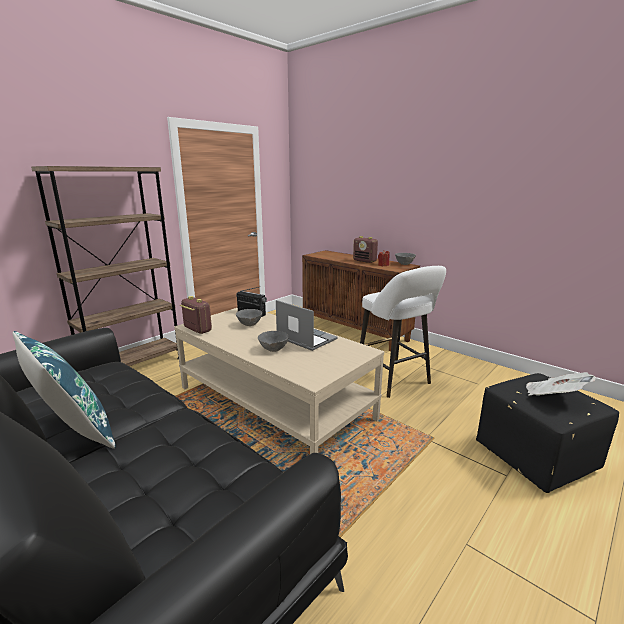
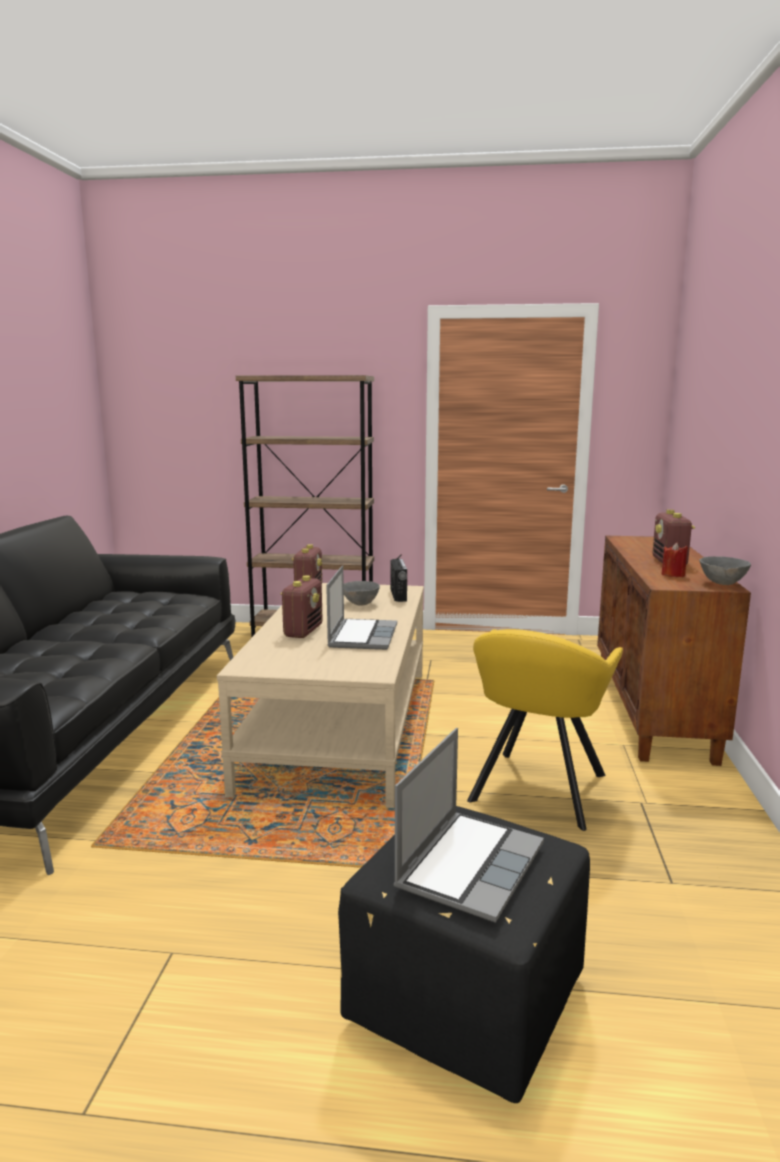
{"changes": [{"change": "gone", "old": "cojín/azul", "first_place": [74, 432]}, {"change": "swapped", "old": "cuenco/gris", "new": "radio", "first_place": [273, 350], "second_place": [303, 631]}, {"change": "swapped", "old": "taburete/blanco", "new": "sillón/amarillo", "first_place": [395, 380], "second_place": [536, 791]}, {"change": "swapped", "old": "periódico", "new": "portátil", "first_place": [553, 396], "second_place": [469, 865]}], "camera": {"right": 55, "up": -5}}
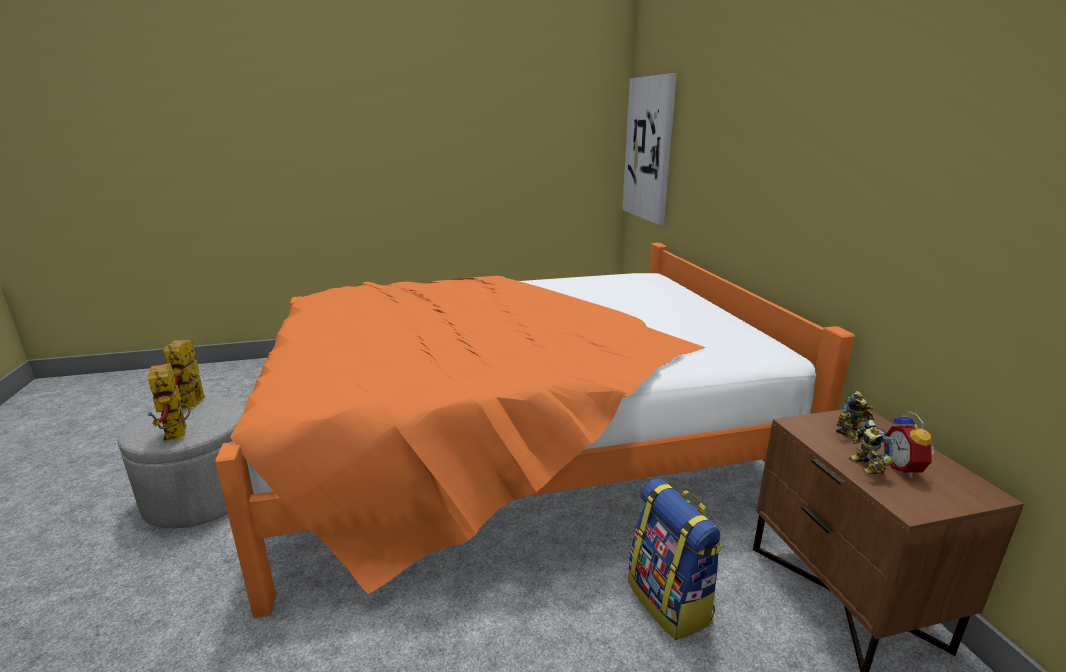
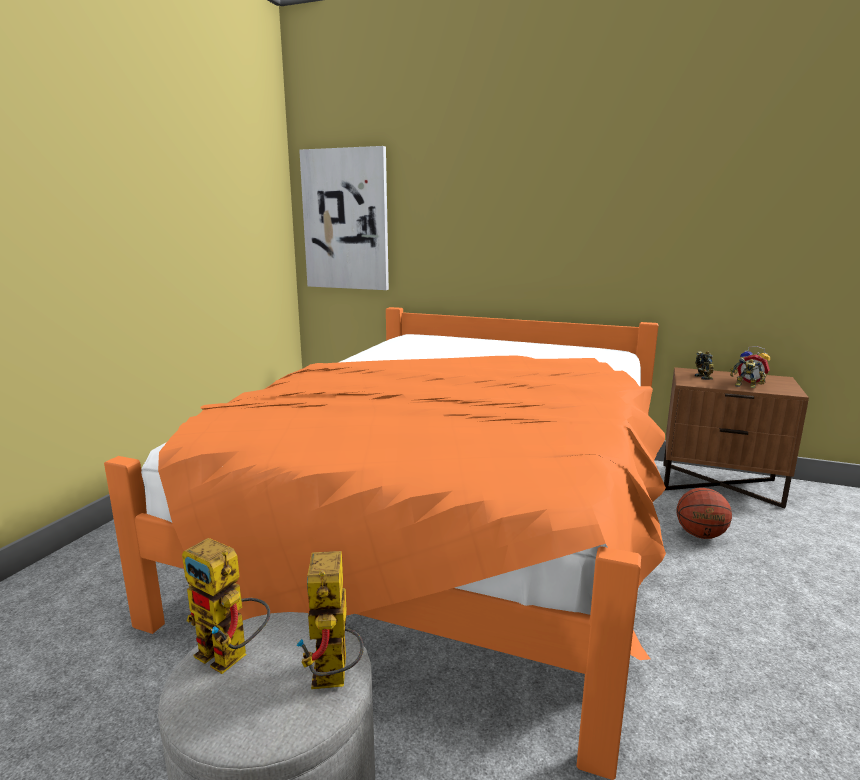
{"changes": [{"change": "rotated", "old": "robot de juguete", "first_place": [178, 436], "second_place": [334, 679], "degrees": 75}, {"change": "swapped", "old": "mochila", "new": "balón de baloncesto", "first_place": [670, 601], "second_place": [700, 535]}], "camera": {"right": -55, "up": -5}}
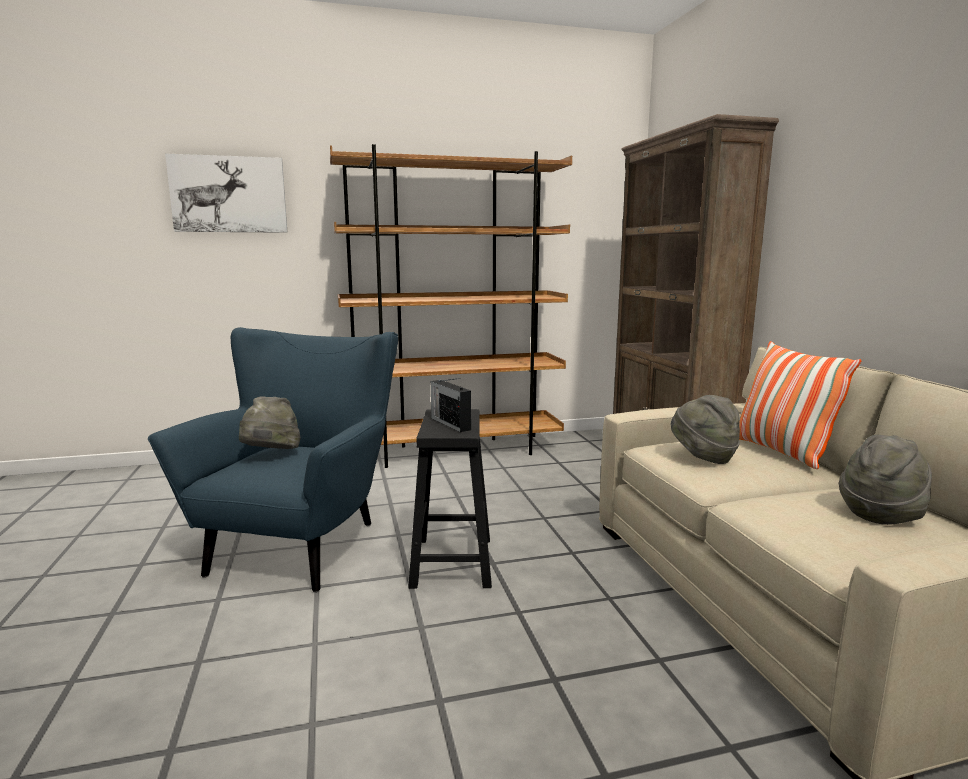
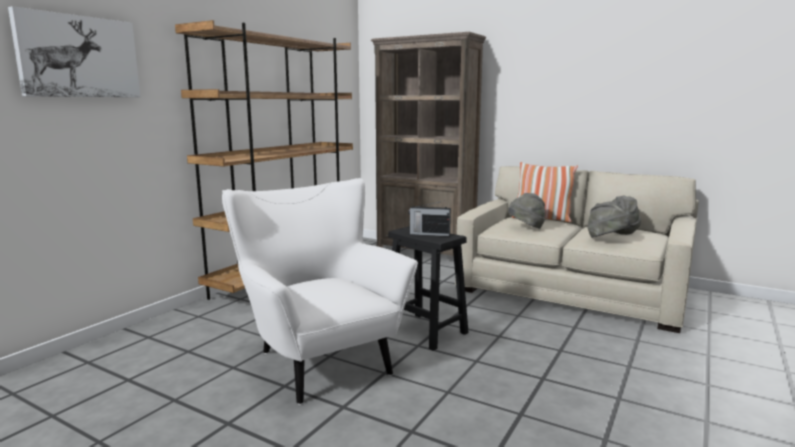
{"changes": [{"change": "repainted", "old": "sillón/azul", "new": "sillón/blanco", "first_place": [304, 542], "second_place": [318, 359]}, {"change": "shifted", "old": "sombrero/gris", "first_place": [271, 455], "second_place": [606, 239]}], "camera": {"right": -45, "up": 0}}
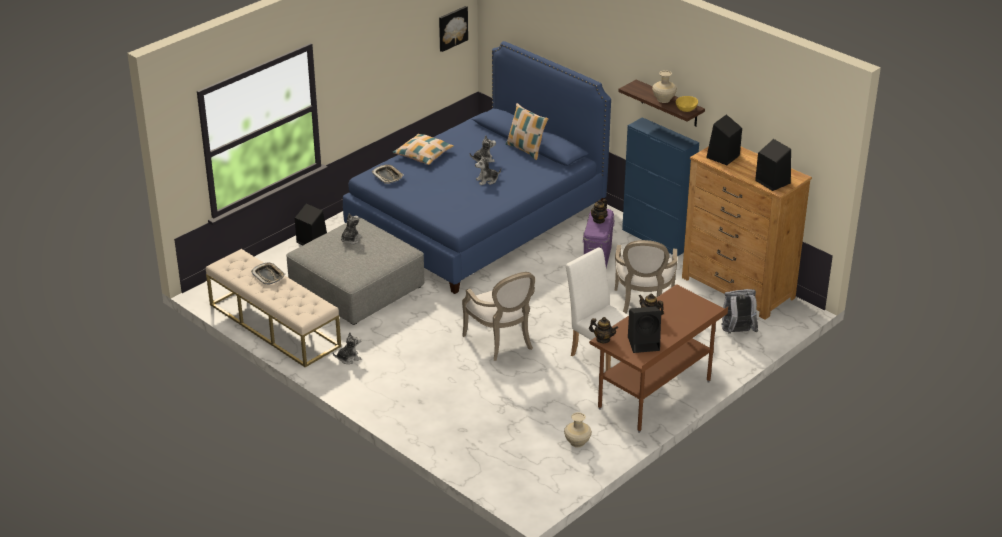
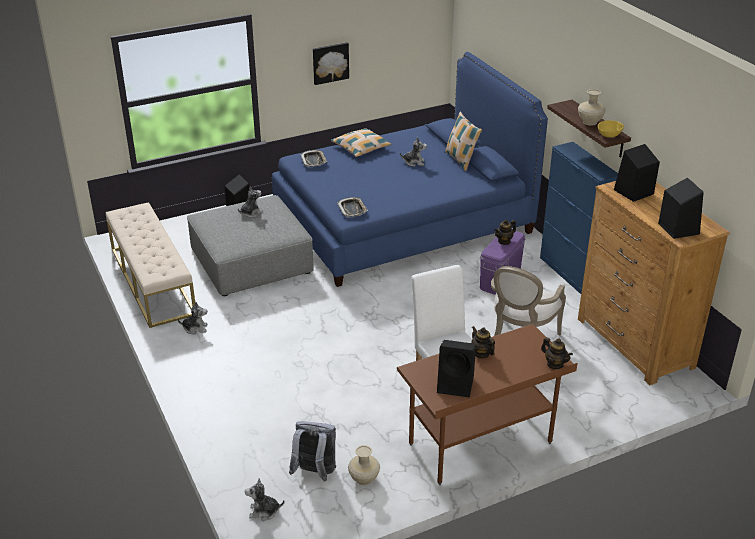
{"changes": [{"change": "shifted", "old": "bandeja", "first_place": [268, 276], "second_place": [352, 209]}, {"change": "shifted", "old": "cuadro", "first_place": [452, 28], "second_place": [330, 63]}, {"change": "gone", "old": "sillón", "first_place": [502, 342]}, {"change": "shifted", "old": "peluche", "first_place": [487, 180], "second_place": [264, 511]}, {"change": "shifted", "old": "tetera", "first_place": [603, 339], "second_place": [555, 364]}, {"change": "shifted", "old": "mochila/gris", "first_place": [737, 332], "second_place": [315, 473]}], "camera": {"right": 20, "up": 0}}
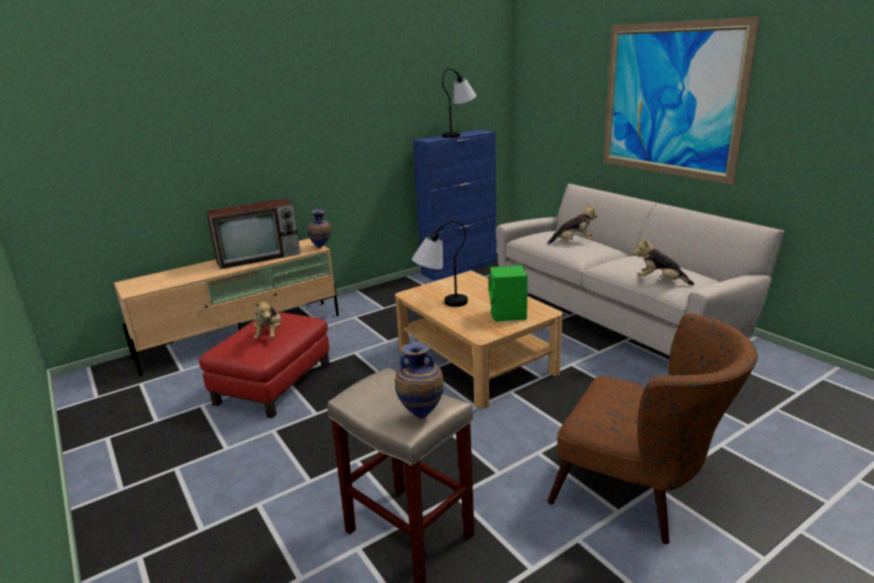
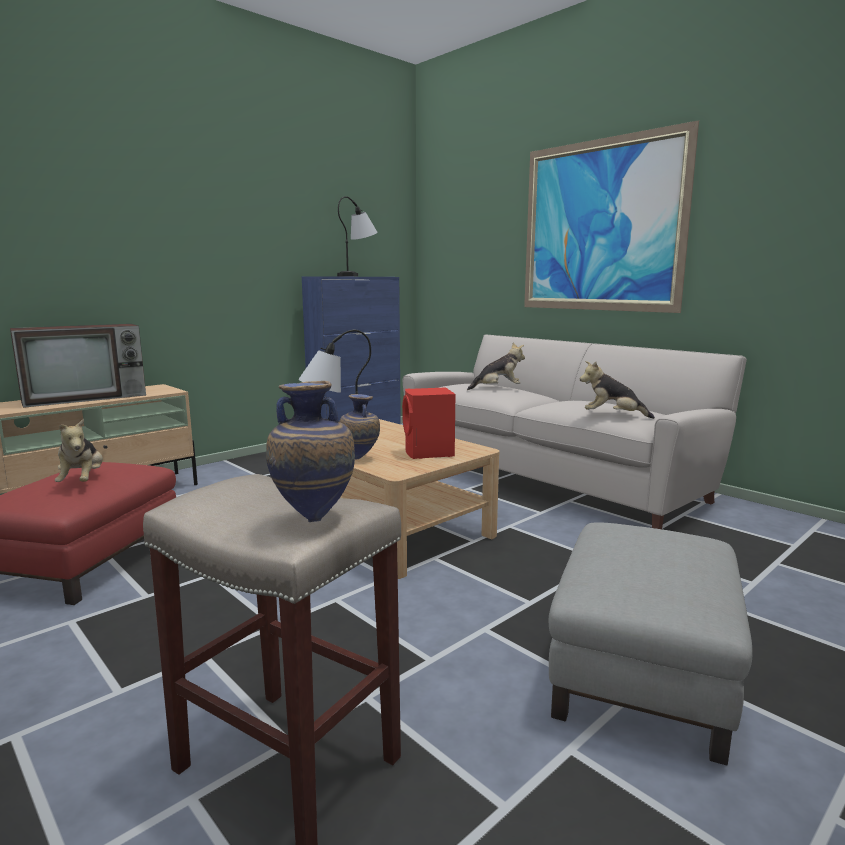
{"changes": [{"change": "shifted", "old": "florero", "first_place": [321, 247], "second_place": [360, 458]}, {"change": "repainted", "old": "altavoz/verde", "new": "altavoz/rojo", "first_place": [508, 315], "second_place": [429, 453]}, {"change": "swapped", "old": "sillón/marrón", "new": "puf/gris", "first_place": [640, 491], "second_place": [643, 672]}], "camera": {"right": -10, "up": -10}}
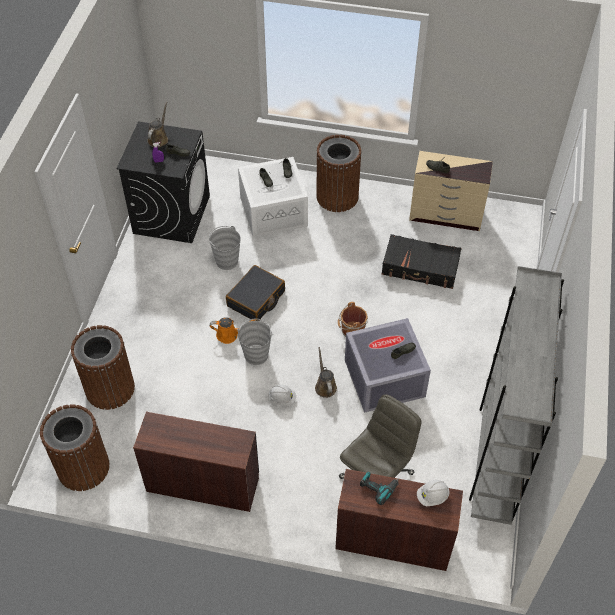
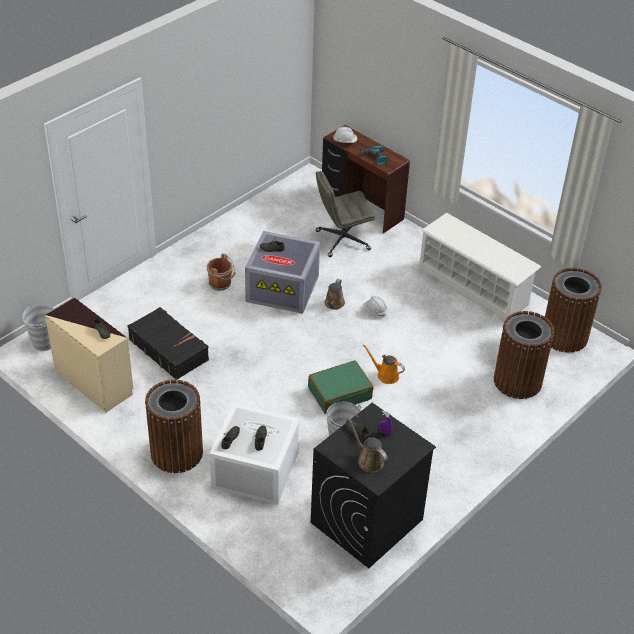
{"changes": [{"change": "swapped", "old": "escritorio/marrón", "new": "zapatero/blanco", "first_place": [203, 483], "second_place": [473, 288]}, {"change": "rotated", "old": "regadera/marrón", "first_place": [158, 139], "second_place": [368, 460], "degrees": 90}, {"change": "repainted", "old": "maleta/negro", "new": "maleta/verde", "first_place": [256, 299], "second_place": [339, 393]}, {"change": "shifted", "old": "cubo/gris", "first_place": [256, 355], "second_place": [44, 342]}, {"change": "shifted", "old": "cubo/marrón", "first_place": [351, 331], "second_place": [221, 284]}, {"change": "gone", "old": "estantería/gris", "first_place": [496, 457]}], "camera": {"right": -150, "up": -10}}
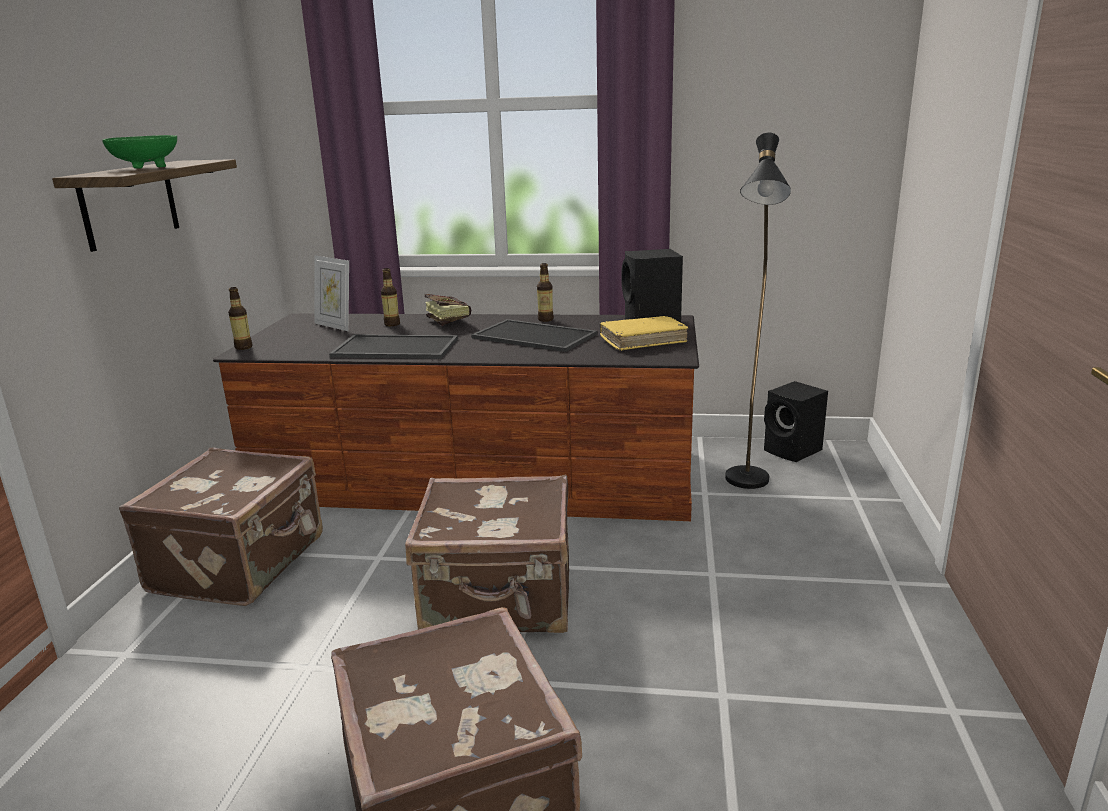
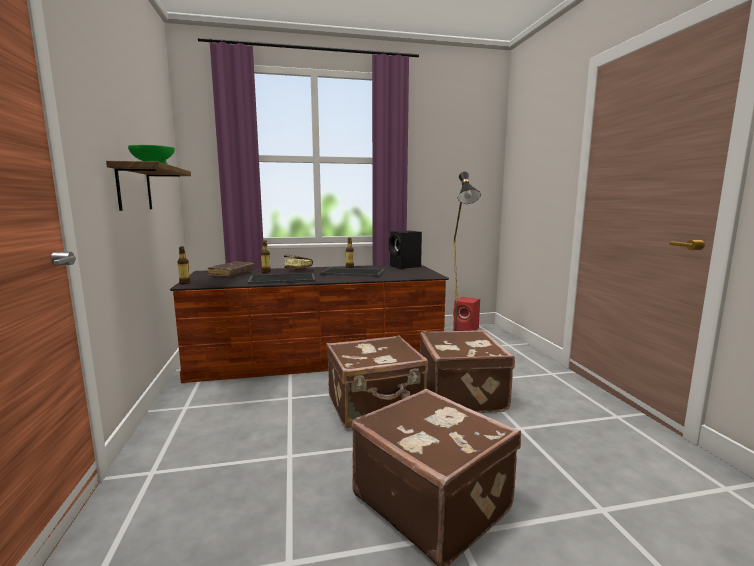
{"changes": [{"change": "shifted", "old": "maleta/marrón", "first_place": [241, 564], "second_place": [462, 394]}, {"change": "swapped", "old": "portarretratos", "new": "libro/marrón", "first_place": [335, 326], "second_place": [232, 273]}, {"change": "gone", "old": "libro/amarillo", "first_place": [643, 341]}, {"change": "repainted", "old": "altavoz/negro", "new": "altavoz/rojo", "first_place": [794, 451], "second_place": [466, 330]}], "camera": {"right": -20, "up": -10}}
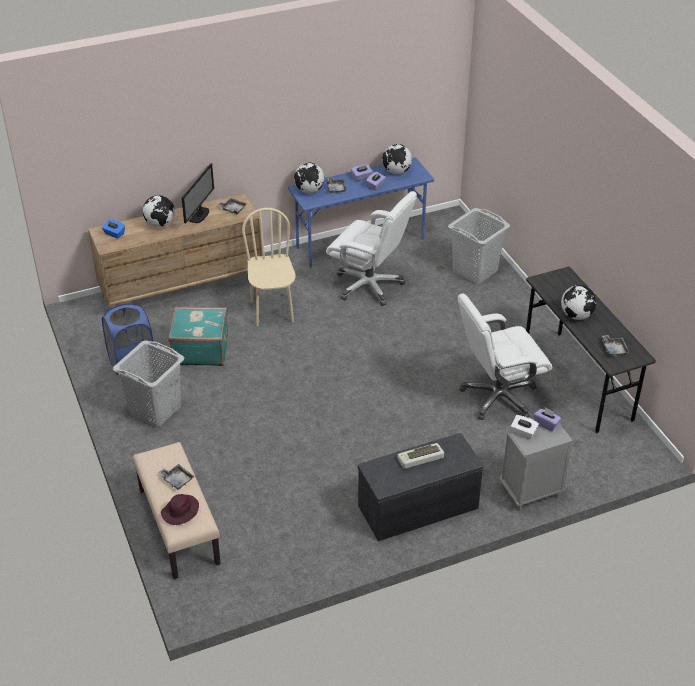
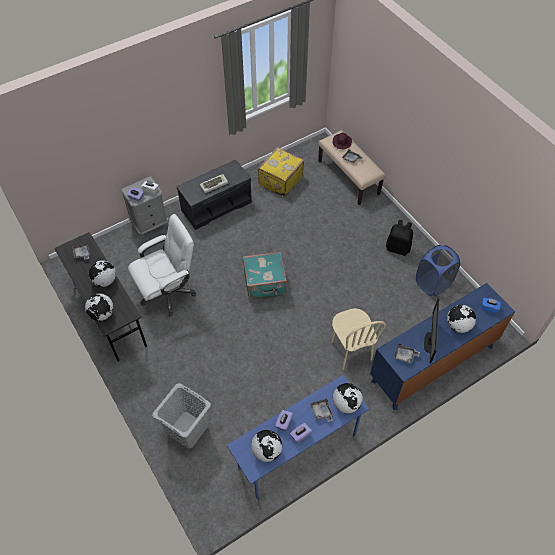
{"changes": [{"change": "repainted", "old": "cómoda/marrón", "new": "cómoda/azul", "first_place": [182, 289], "second_place": [432, 364]}, {"change": "swapped", "old": "cesto de la ropa/gris", "new": "mochila/negro", "first_place": [155, 410], "second_place": [398, 248]}, {"change": "shifted", "old": "maleta/turquesa", "first_place": [200, 350], "second_place": [265, 284]}, {"change": "gone", "old": "silla de oficina/blanco", "first_place": [369, 285]}, {"change": "new", "new": "globo terráqueo", "second_place": [102, 314]}, {"change": "new", "new": "maleta/amarillo", "second_place": [280, 180]}], "camera": {"right": 170, "up": 15}}
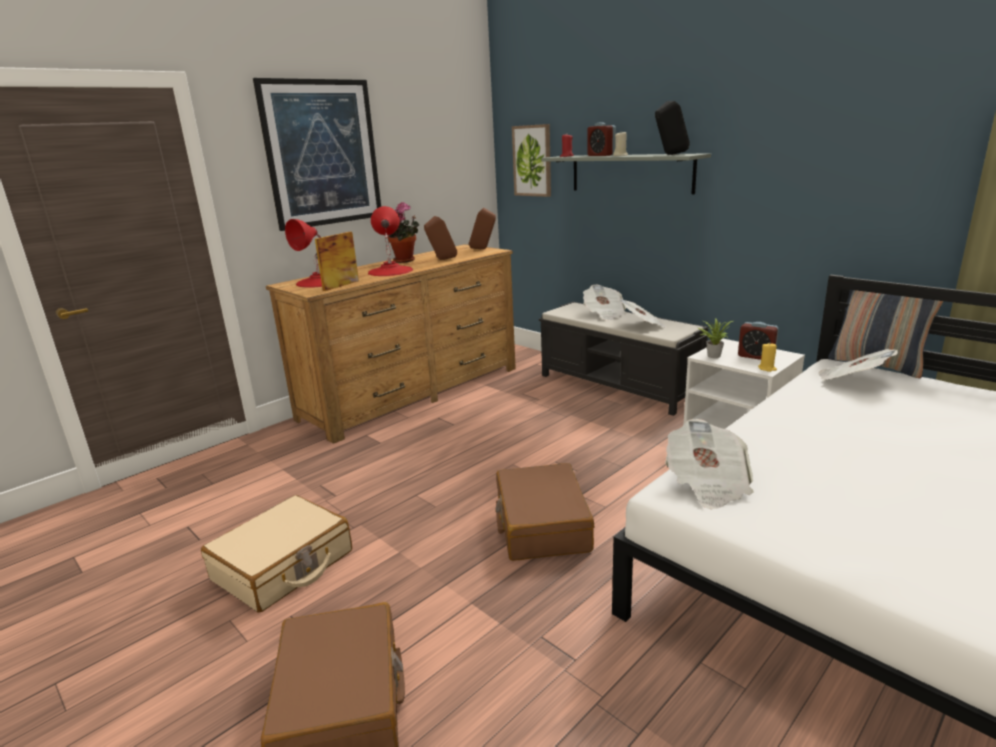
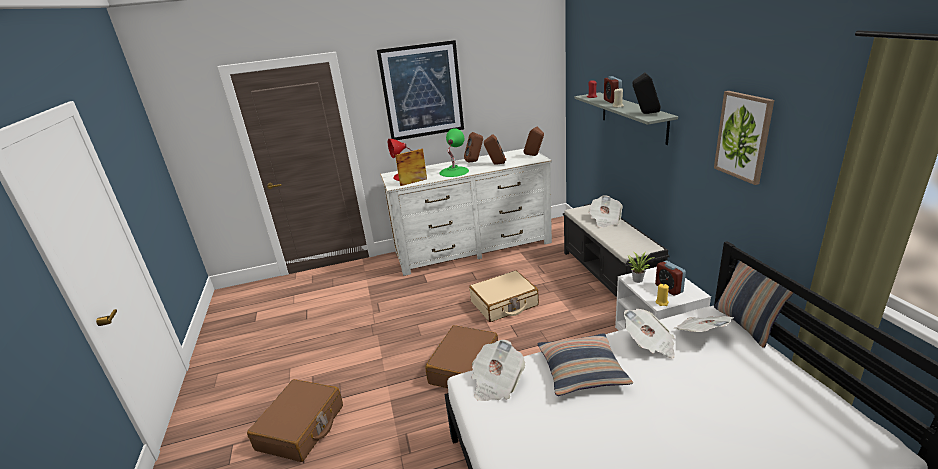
{"changes": [{"change": "shifted", "old": "maleta/beis", "first_place": [283, 566], "second_place": [504, 304]}, {"change": "repainted", "old": "cómoda/marrón", "new": "cómoda/blanco", "first_place": [413, 392], "second_place": [473, 248]}, {"change": "repainted", "old": "lámpara de mesa/rojo", "new": "lámpara de mesa/verde", "first_place": [390, 271], "second_place": [454, 171]}, {"change": "swapped", "old": "planta en maceta", "new": "altavoz/marrón", "first_place": [406, 260], "second_place": [475, 161]}, {"change": "shifted", "old": "cuadro", "first_place": [532, 161], "second_place": [743, 136]}, {"change": "shifted", "old": "periódico", "first_place": [642, 325], "second_place": [649, 344]}, {"change": "new", "new": "cojín", "second_place": [582, 371]}], "camera": {"right": 30, "up": 5}}
